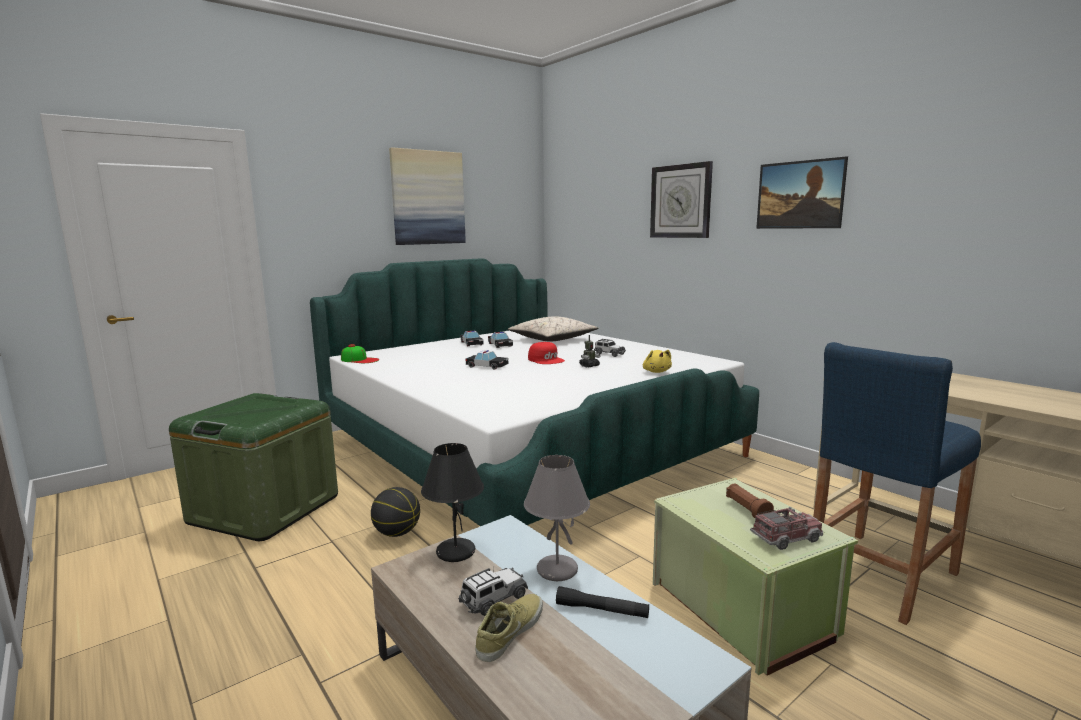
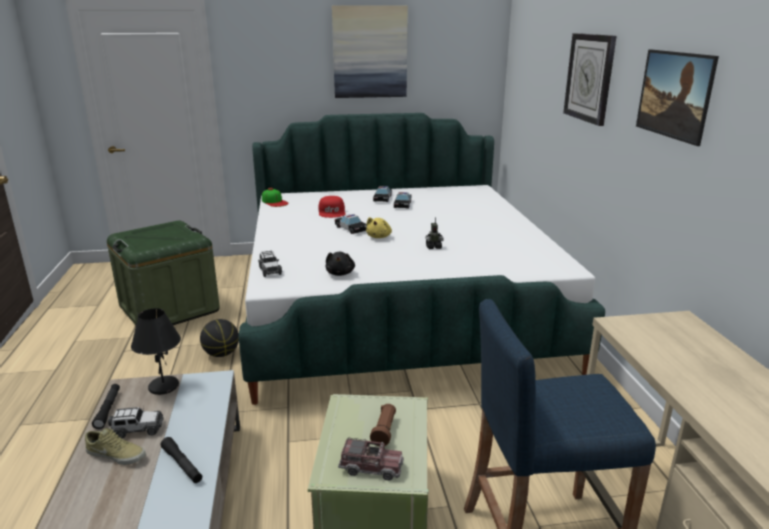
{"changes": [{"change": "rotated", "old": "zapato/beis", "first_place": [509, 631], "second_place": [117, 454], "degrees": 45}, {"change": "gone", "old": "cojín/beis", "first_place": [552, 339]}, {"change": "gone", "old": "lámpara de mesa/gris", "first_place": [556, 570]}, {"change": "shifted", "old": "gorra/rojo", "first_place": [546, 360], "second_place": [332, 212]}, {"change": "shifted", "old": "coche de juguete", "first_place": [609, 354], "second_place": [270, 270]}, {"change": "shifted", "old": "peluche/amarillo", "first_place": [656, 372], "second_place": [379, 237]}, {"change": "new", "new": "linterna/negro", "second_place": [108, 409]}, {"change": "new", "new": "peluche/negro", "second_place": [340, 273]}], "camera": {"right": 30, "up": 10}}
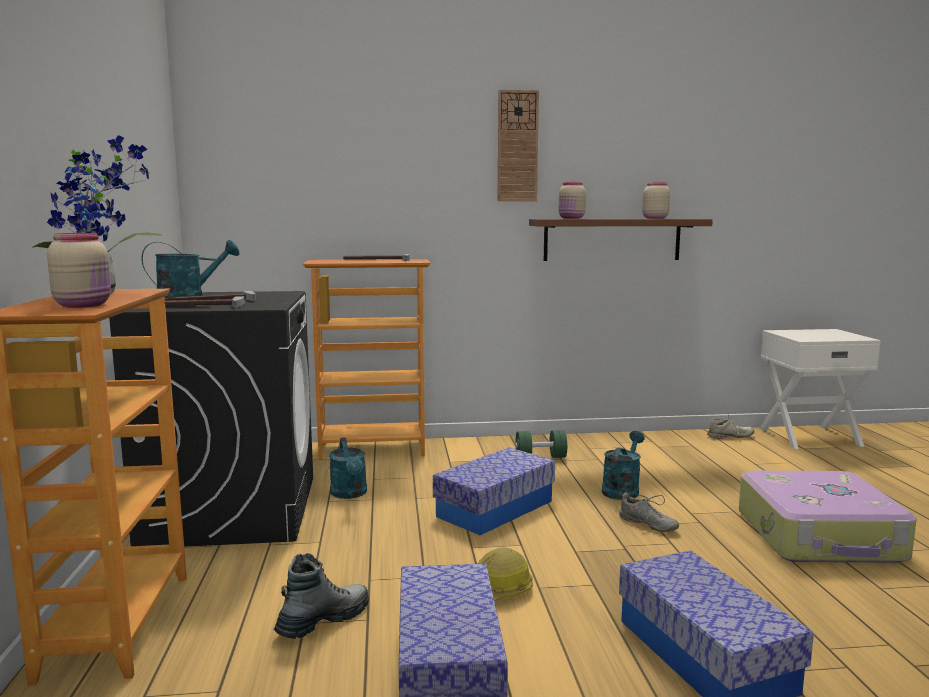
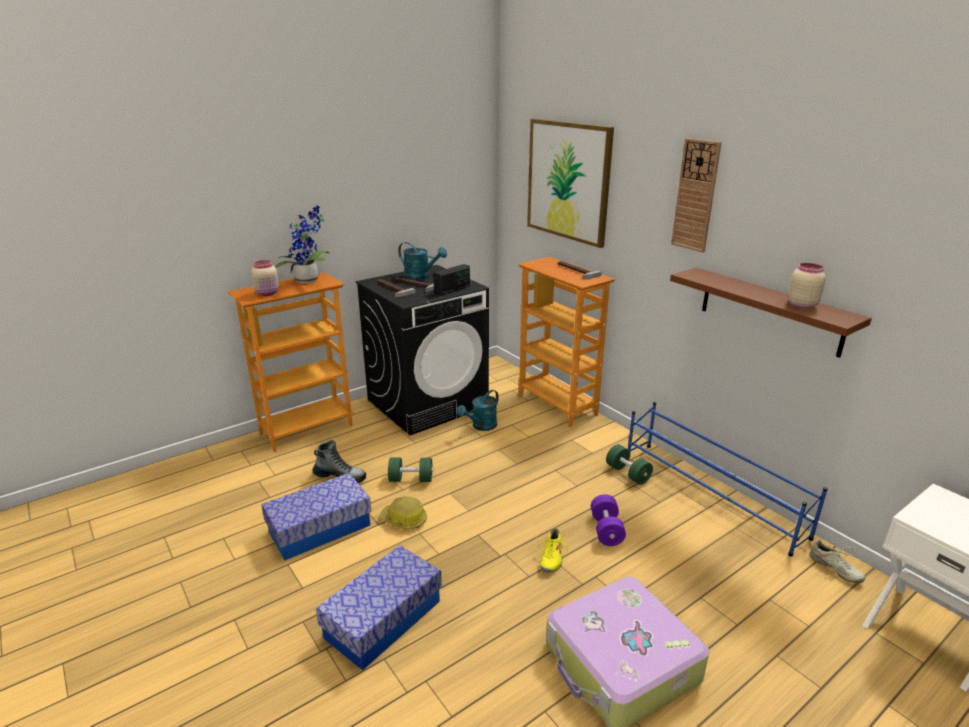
{"changes": [{"change": "gone", "old": "caja de almacenaje", "first_place": [495, 508]}, {"change": "gone", "old": "tarro/beis", "first_place": [571, 218]}, {"change": "swapped", "old": "regadera/turquesa", "new": "mancuerna/morado", "first_place": [622, 489], "second_place": [606, 530]}, {"change": "repainted", "old": "zapato/gris", "new": "zapato/amarillo", "first_place": [647, 524], "second_place": [551, 557]}, {"change": "new", "new": "mancuerna/verde", "second_place": [411, 479]}, {"change": "new", "new": "radio", "second_place": [452, 290]}, {"change": "new", "new": "cuadro", "second_place": [568, 181]}, {"change": "new", "new": "zapatero/azul", "second_place": [711, 495]}], "camera": {"right": 60, "up": 15}}
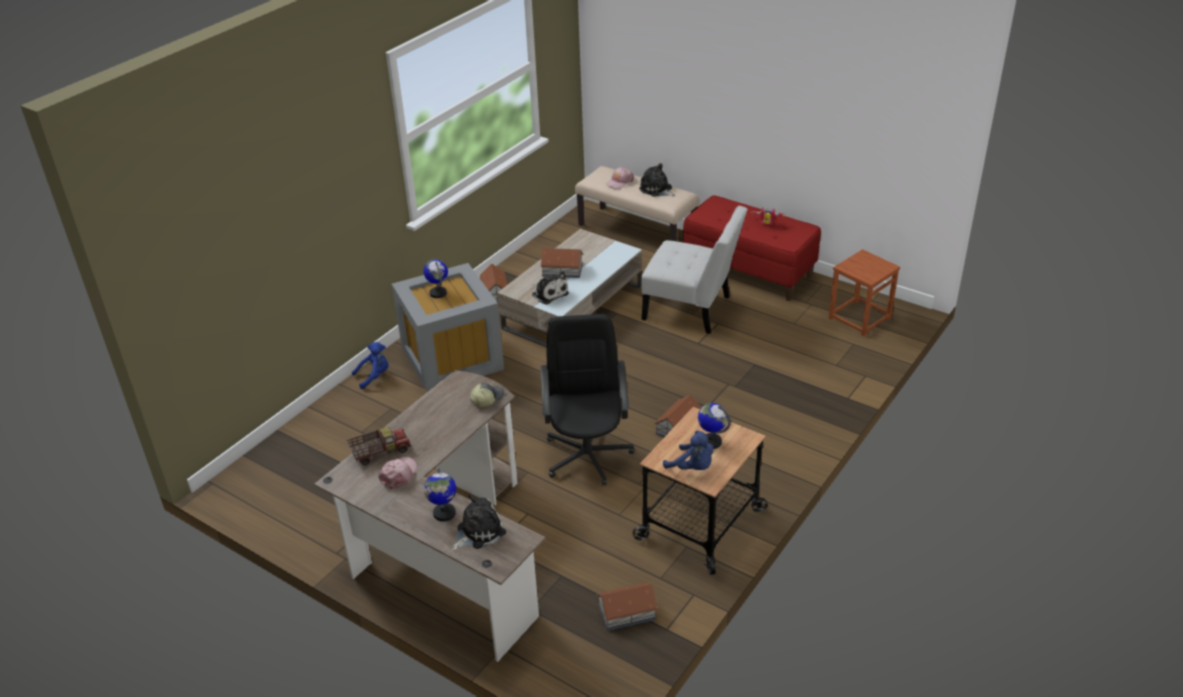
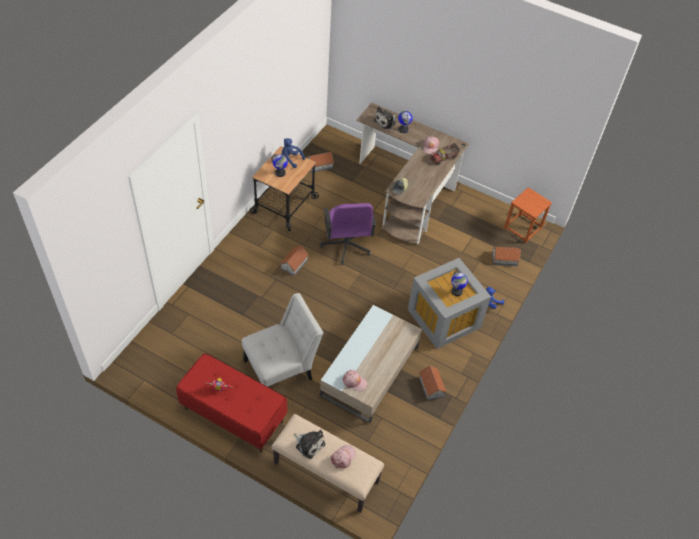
{"changes": [{"change": "gone", "old": "peluche", "first_place": [549, 293]}, {"change": "shifted", "old": "casita", "first_place": [562, 270], "second_place": [505, 259]}, {"change": "repainted", "old": "silla de oficina/negro", "new": "silla de oficina/morado", "first_place": [587, 454], "second_place": [346, 245]}, {"change": "rotated", "old": "silla/blanco", "first_place": [691, 310], "second_place": [282, 368], "degrees": 135}, {"change": "shifted", "old": "taburete/marrón", "first_place": [859, 318], "second_place": [523, 228]}, {"change": "new", "new": "gorra/rosa", "second_place": [354, 382]}], "camera": {"right": 170, "up": 15}}
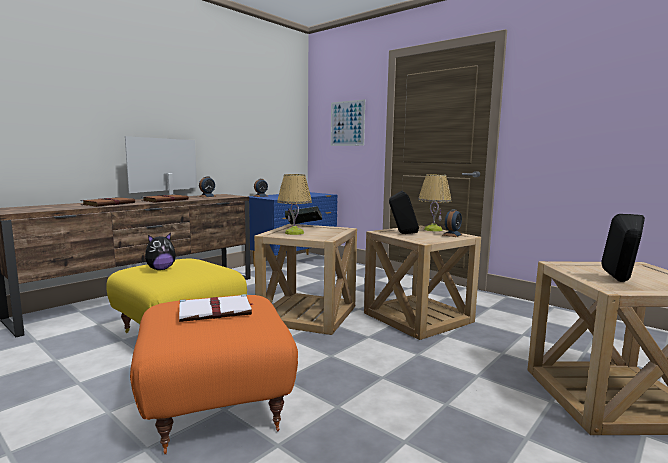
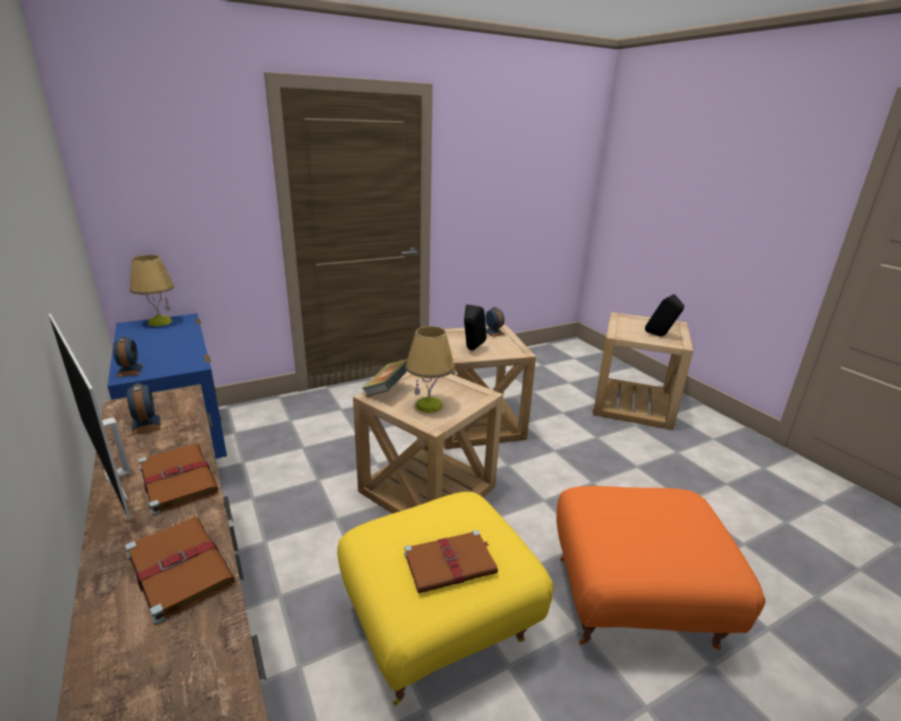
{"changes": [{"change": "swapped", "old": "peluche", "new": "libro/marrón", "first_place": [160, 269], "second_place": [451, 563]}, {"change": "gone", "old": "libro/blanco", "first_place": [216, 311]}, {"change": "gone", "old": "cuadro", "first_place": [347, 123]}, {"change": "shifted", "old": "lámpara de mesa", "first_place": [433, 229], "second_place": [159, 322]}], "camera": {"right": -70, "up": 15}}
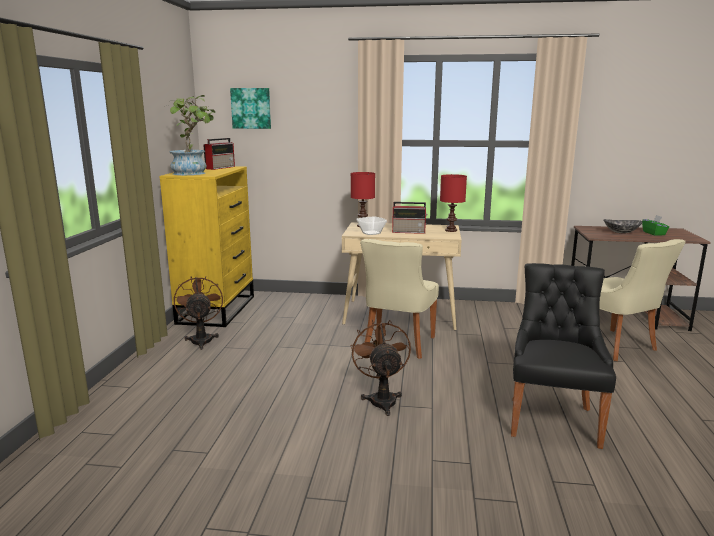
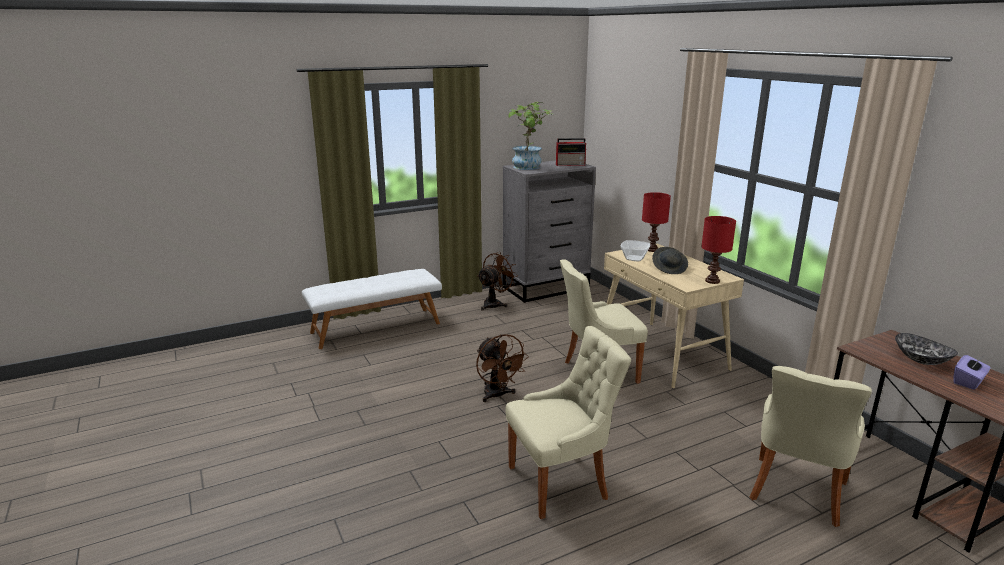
{"changes": [{"change": "repainted", "old": "cómoda/amarillo", "new": "cómoda/gris", "first_place": [217, 309], "second_place": [546, 288]}, {"change": "gone", "old": "cuadro", "first_place": [251, 108]}, {"change": "rotated", "old": "ventilador/marrón", "first_place": [382, 399], "second_place": [498, 395], "degrees": 105}, {"change": "swapped", "old": "radio", "new": "sombrero/gris", "first_place": [409, 232], "second_place": [669, 268]}, {"change": "repainted", "old": "silla/negro", "new": "silla/beis", "first_place": [552, 419], "second_place": [561, 482]}, {"change": "repainted", "old": "caja de pañuelos/verde", "new": "caja de pañuelos/morado", "first_place": [654, 233], "second_place": [968, 382]}, {"change": "new", "new": "banco/blanco", "second_place": [375, 327]}], "camera": {"right": 55, "up": 5}}
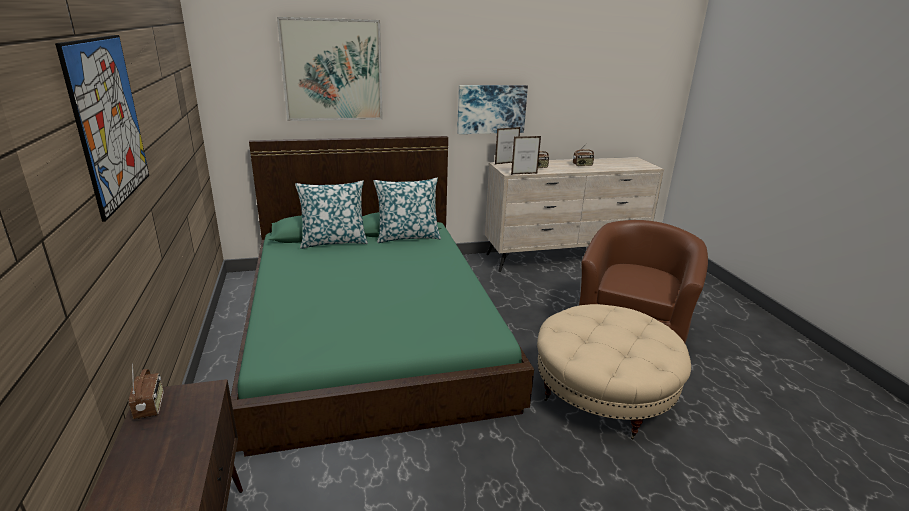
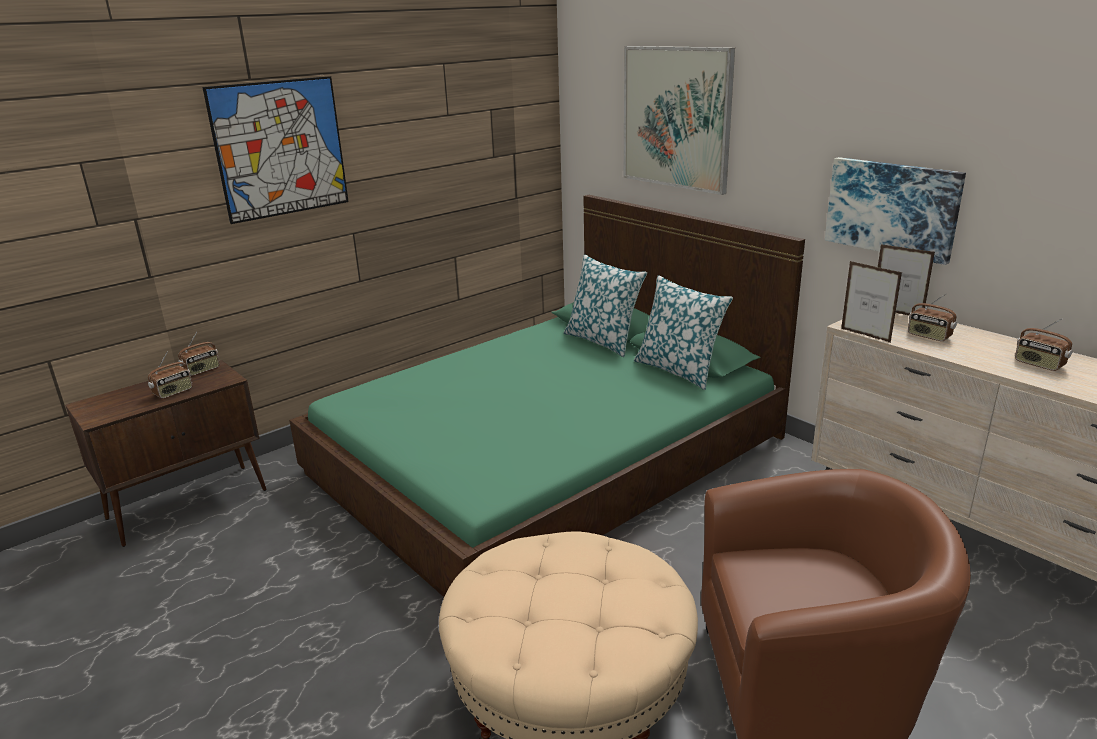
{"changes": [{"change": "new", "new": "radio", "second_place": [173, 392]}], "camera": {"right": 65, "up": 0}}
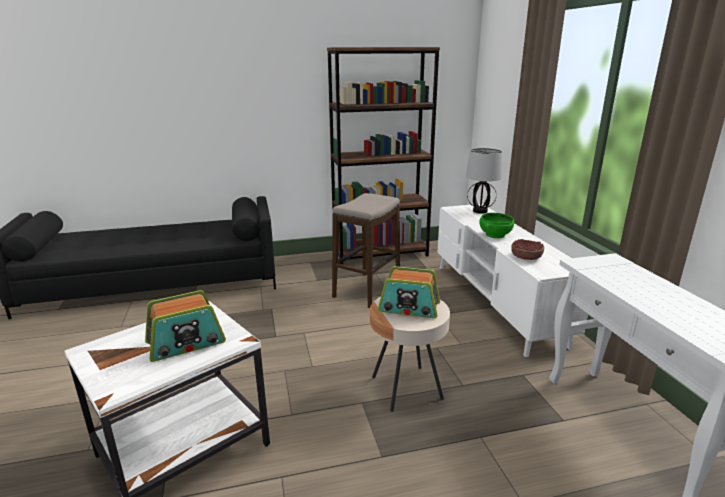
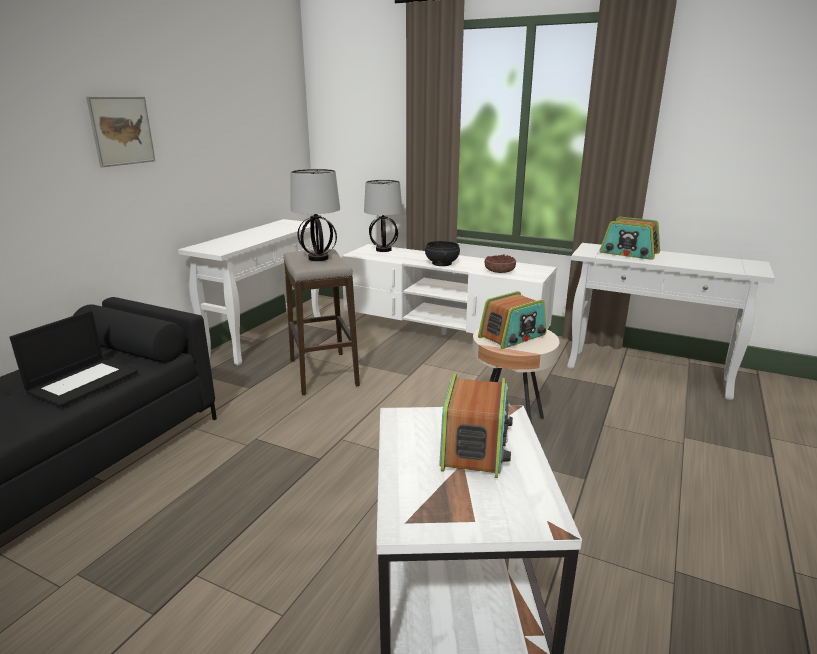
{"changes": [{"change": "swapped", "old": "estantería/marrón", "new": "mesa consola/blanco", "first_place": [380, 253], "second_place": [267, 336]}, {"change": "repainted", "old": "cuenco/verde", "new": "cuenco/negro", "first_place": [494, 235], "second_place": [441, 263]}, {"change": "new", "new": "portátil", "second_place": [83, 381]}, {"change": "new", "new": "cuadro", "second_place": [122, 131]}, {"change": "new", "new": "lámpara de mesa", "second_place": [318, 258]}, {"change": "new", "new": "radio", "second_place": [629, 253]}], "camera": {"right": -50, "up": 0}}
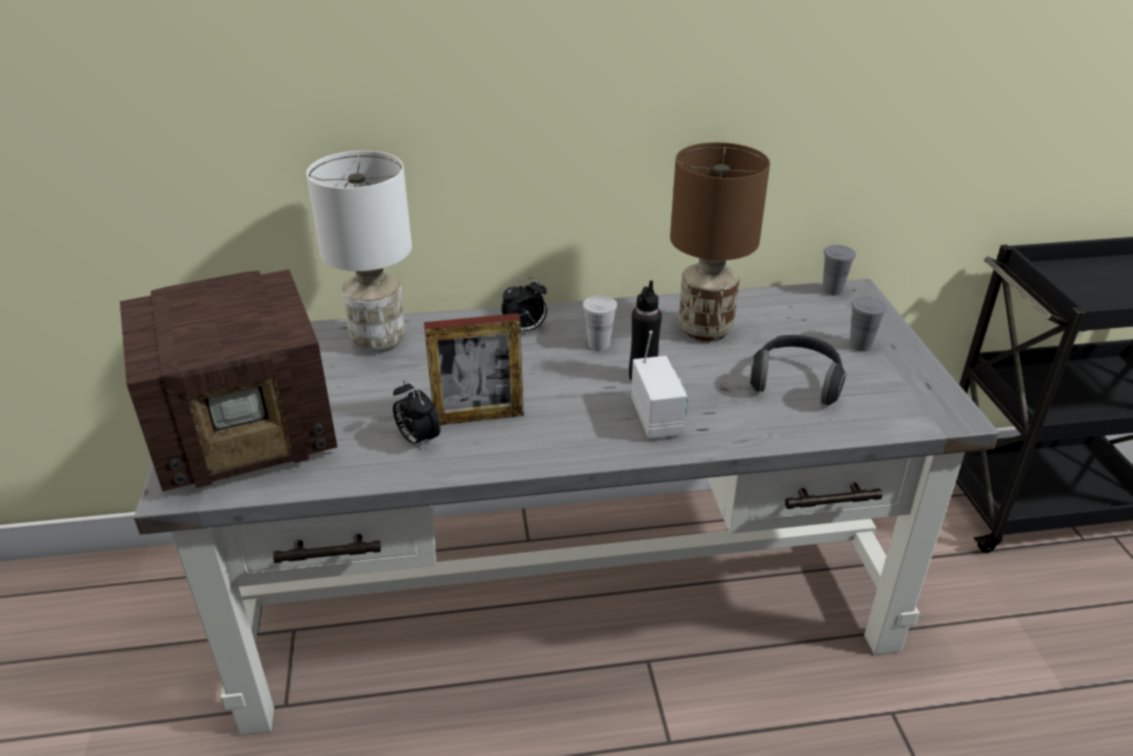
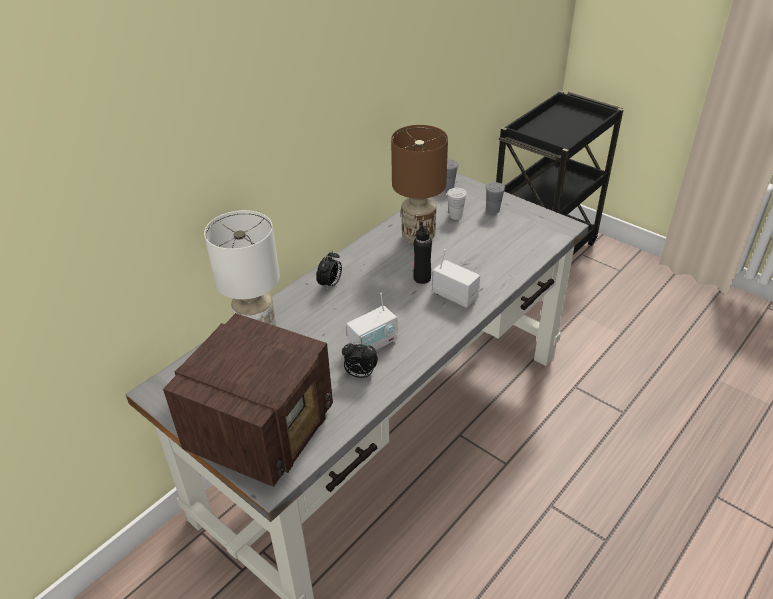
{"changes": [{"change": "swapped", "old": "portarretratos", "new": "radio", "first_place": [478, 416], "second_place": [373, 344]}, {"change": "shifted", "old": "taza/blanco", "first_place": [599, 344], "second_place": [455, 216]}, {"change": "gone", "old": "auriculares", "first_place": [796, 382]}], "camera": {"right": -40, "up": 5}}
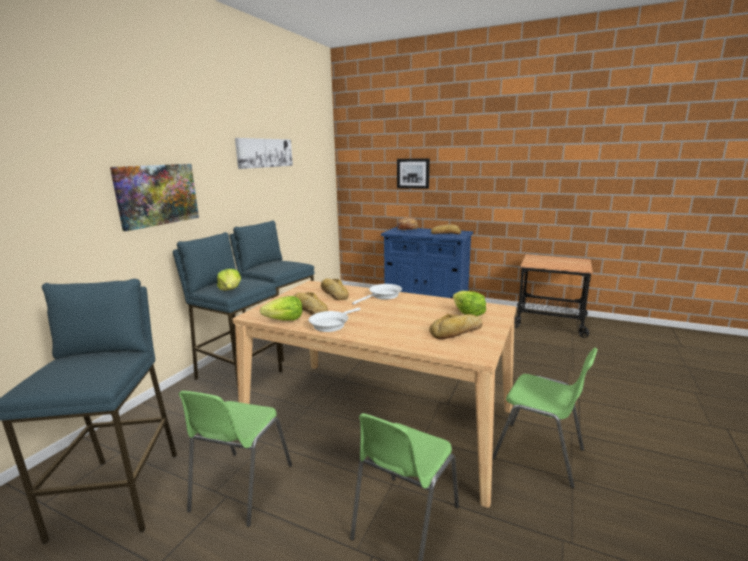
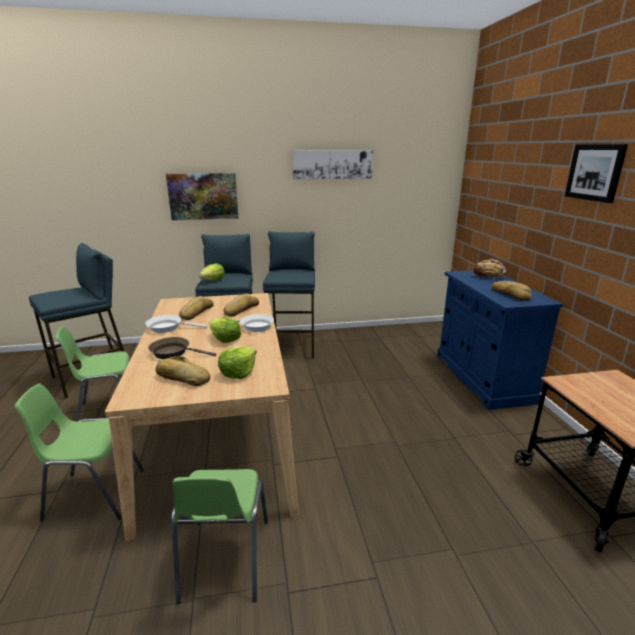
{"changes": [{"change": "shifted", "old": "lechuga", "first_place": [285, 320], "second_place": [224, 339]}, {"change": "shifted", "old": "cuadro", "first_place": [413, 173], "second_place": [595, 172]}, {"change": "new", "new": "sartén/marrón", "second_place": [174, 352]}], "camera": {"right": 55, "up": 5}}
